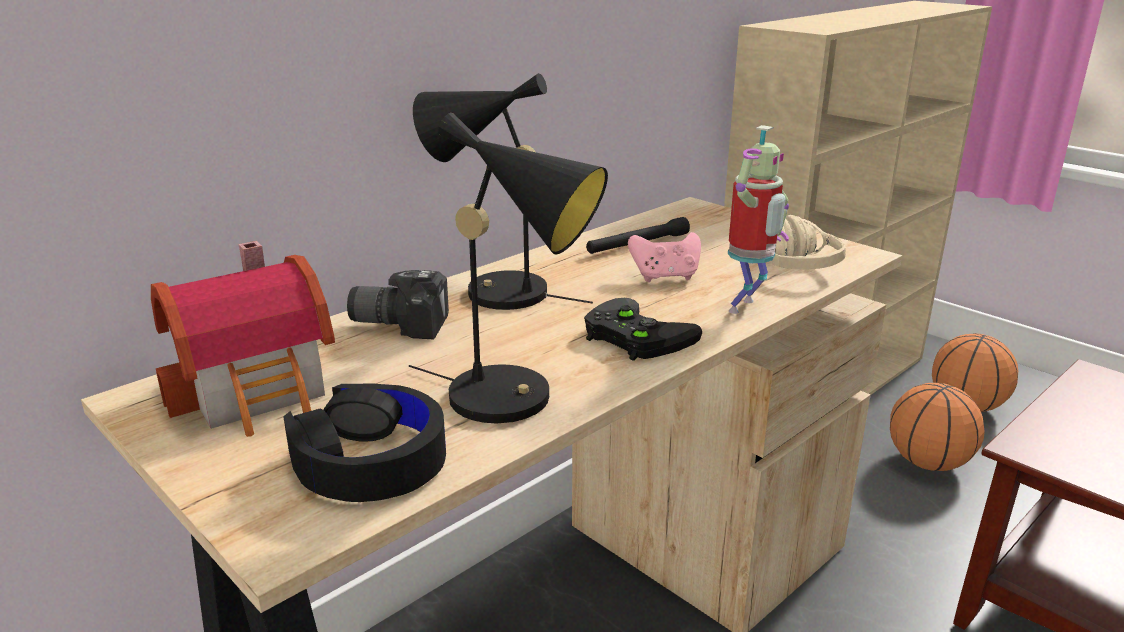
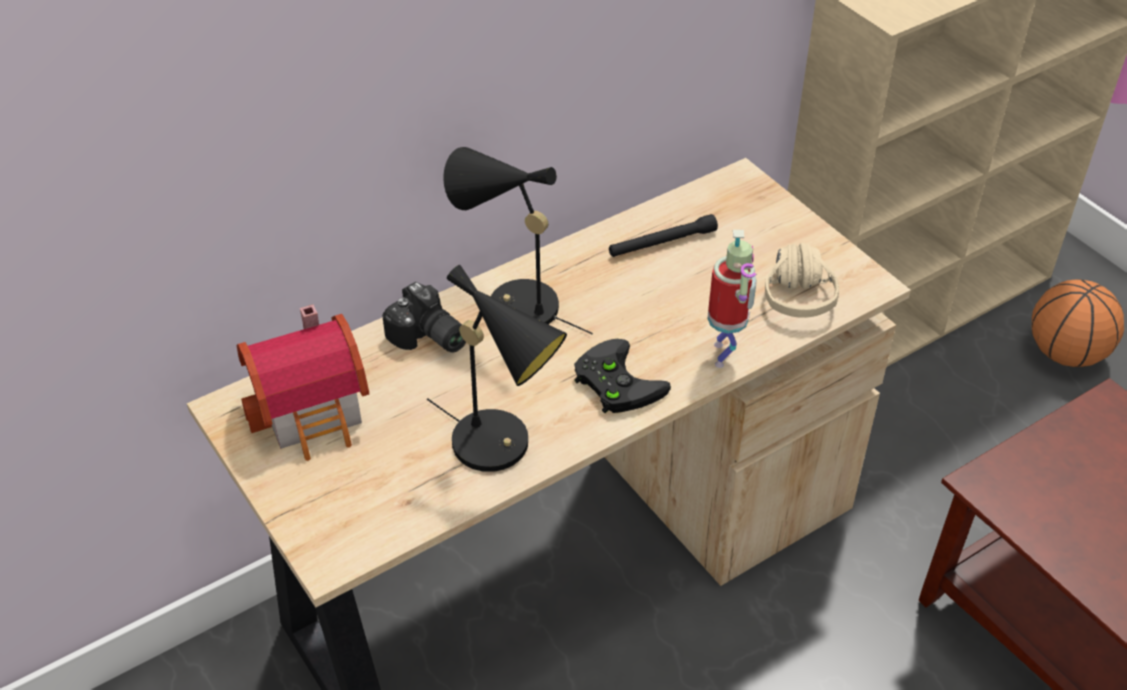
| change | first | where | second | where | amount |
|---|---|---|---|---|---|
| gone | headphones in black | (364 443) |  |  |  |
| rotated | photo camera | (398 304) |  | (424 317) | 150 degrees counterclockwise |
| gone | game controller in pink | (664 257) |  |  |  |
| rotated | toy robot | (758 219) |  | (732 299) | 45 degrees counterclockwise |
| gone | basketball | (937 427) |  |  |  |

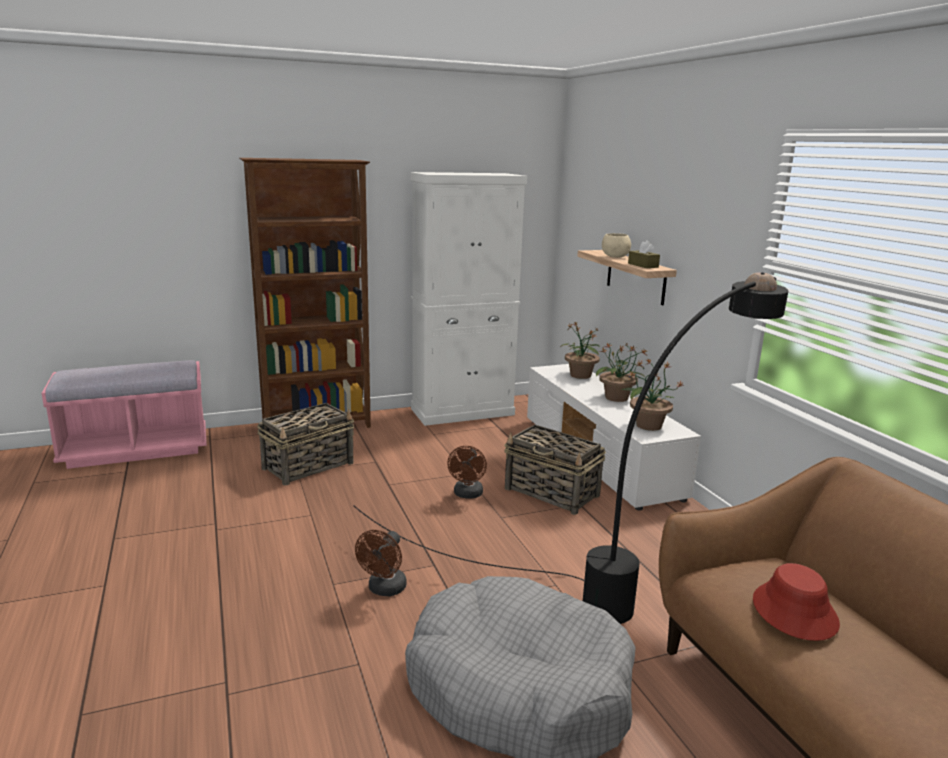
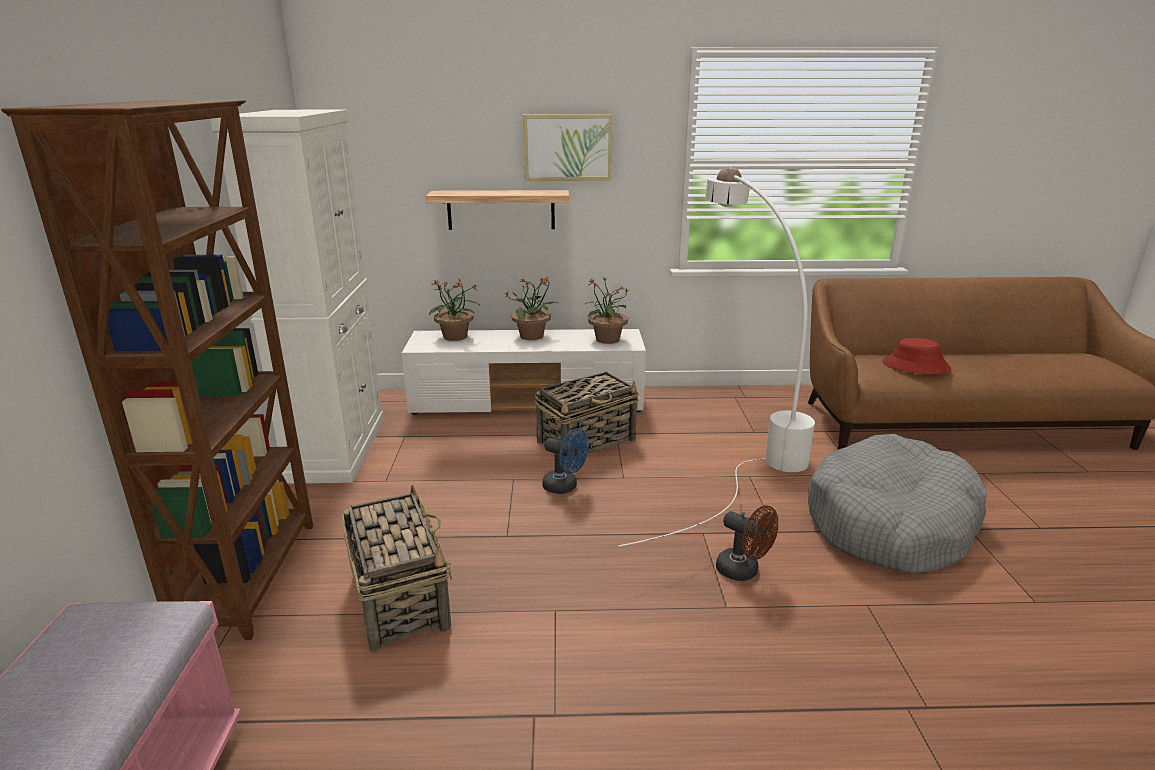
| change | first | where | second | where | amount |
|---|---|---|---|---|---|
| repainted | floor lamp in black | (570 448) | floor lamp in white | (716 357) |  |
| repainted | fan in brown | (467 472) | fan in blue | (565 461) |  |
| gone | bowl in beige | (616 245) |  |  |  |
| gone | tissue box in brown | (644 254) |  |  |  |
| new |  |  | picture | (568 147) |  |

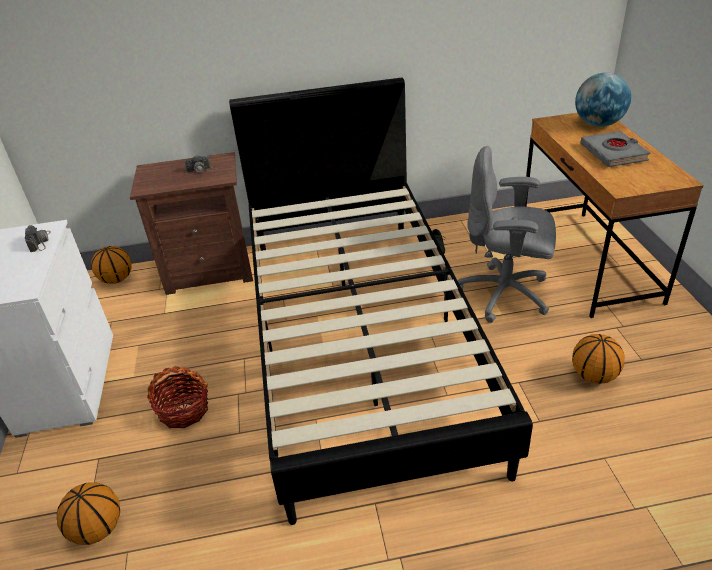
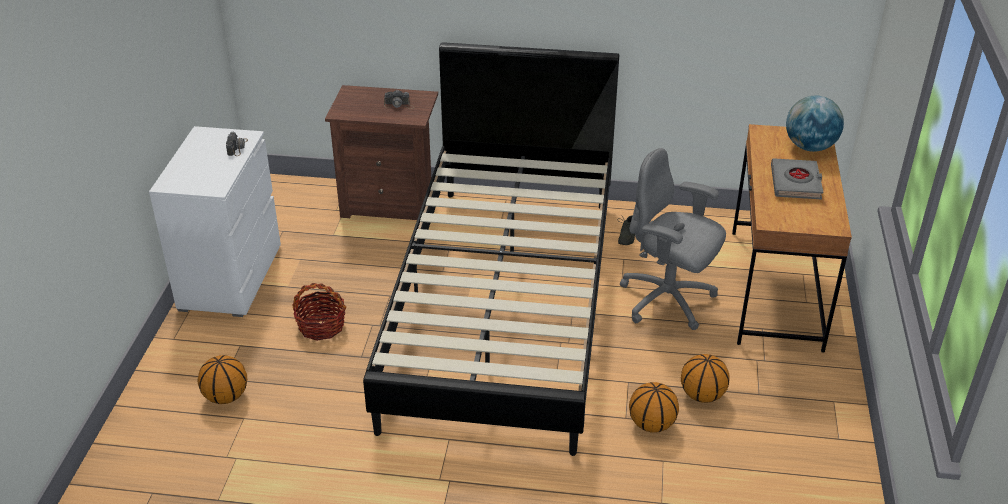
| change | first | where | second | where | amount |
|---|---|---|---|---|---|
| shifted | basketball | (111 265) |  | (654 407) |  |

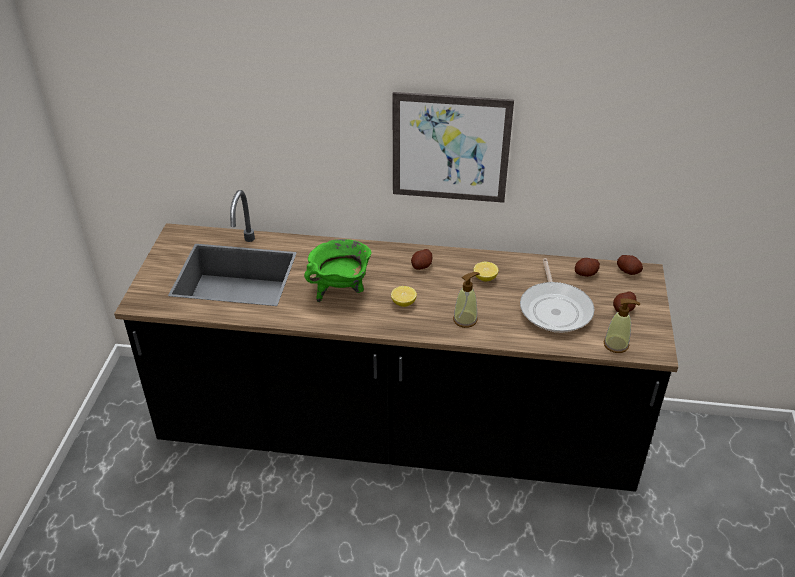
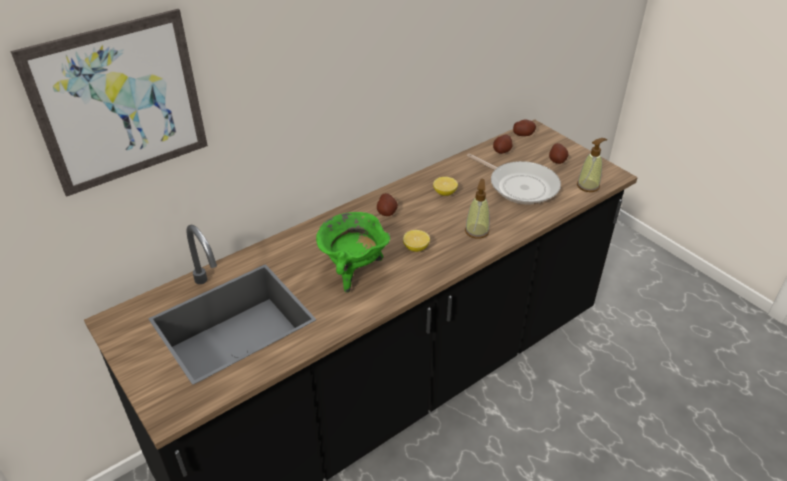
| change | first | where | second | where | amount |
|---|---|---|---|---|---|
| shifted | picture | (453 147) |  | (109 103) |  |

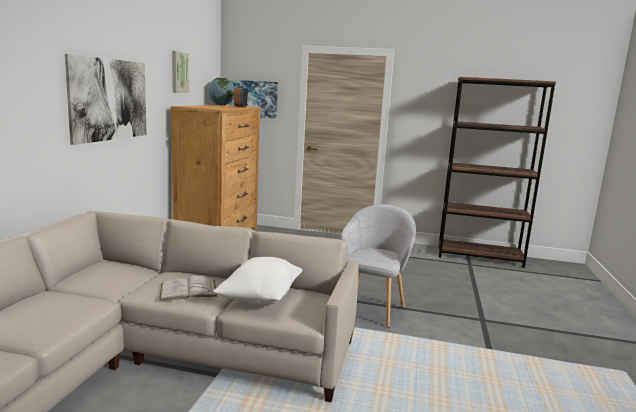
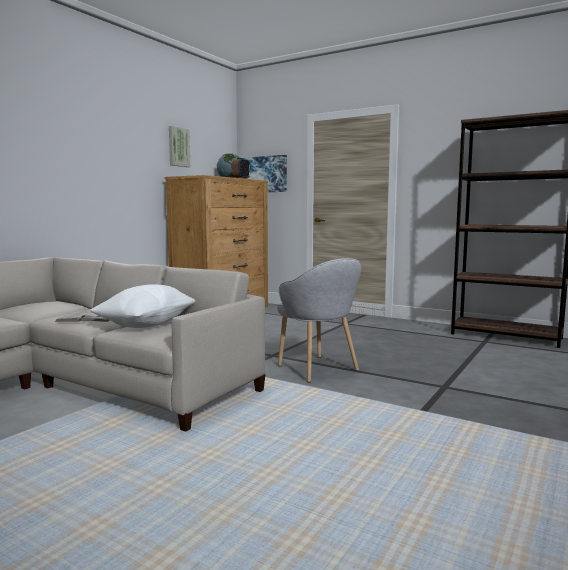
| change | first | where | second | where | amount |
|---|---|---|---|---|---|
| gone | picture | (106 99) |  |  |  |
| rotated | armchair in grey | (378 266) |  | (319 320) | 105 degrees clockwise |

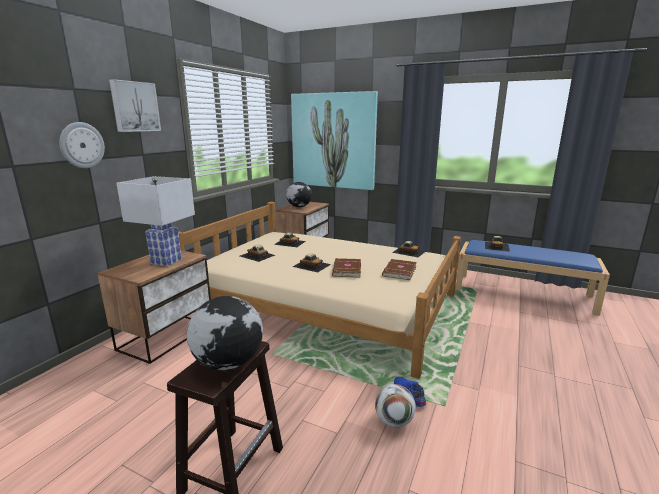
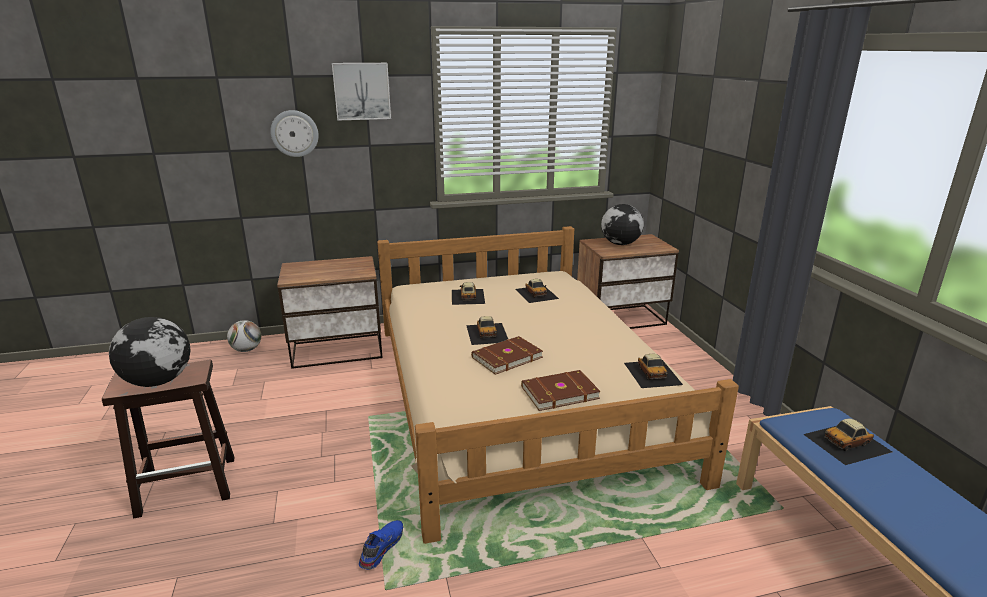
| change | first | where | second | where | amount |
|---|---|---|---|---|---|
| gone | table lamp in white | (155 221) |  |  |  |
| gone | picture | (334 140) |  |  |  |
| shifted | football | (395 405) |  | (244 336) |  |

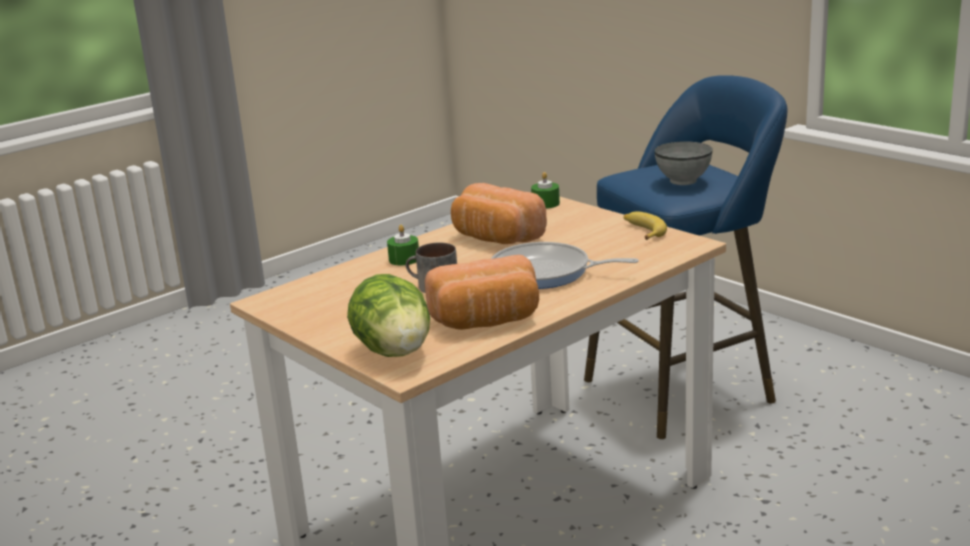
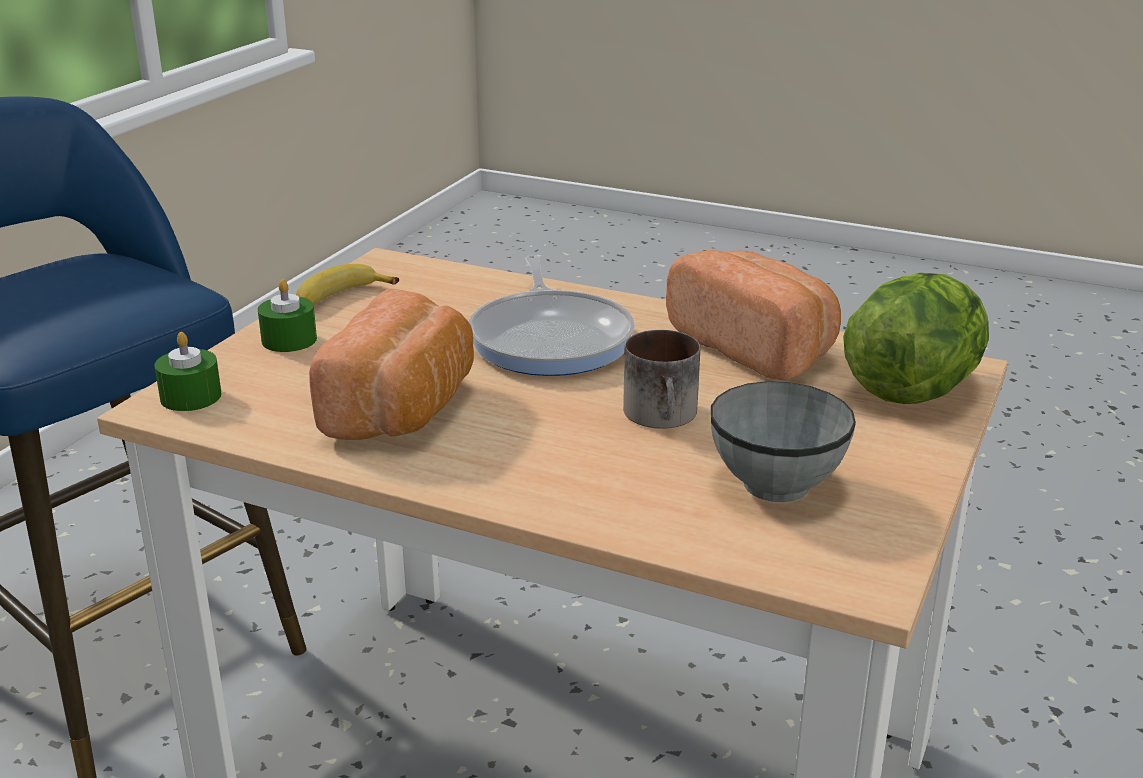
| change | first | where | second | where | amount |
|---|---|---|---|---|---|
| shifted | candle in green | (403 245) |  | (287 315) |  |
| shifted | bowl in grey | (683 163) |  | (783 441) |  |

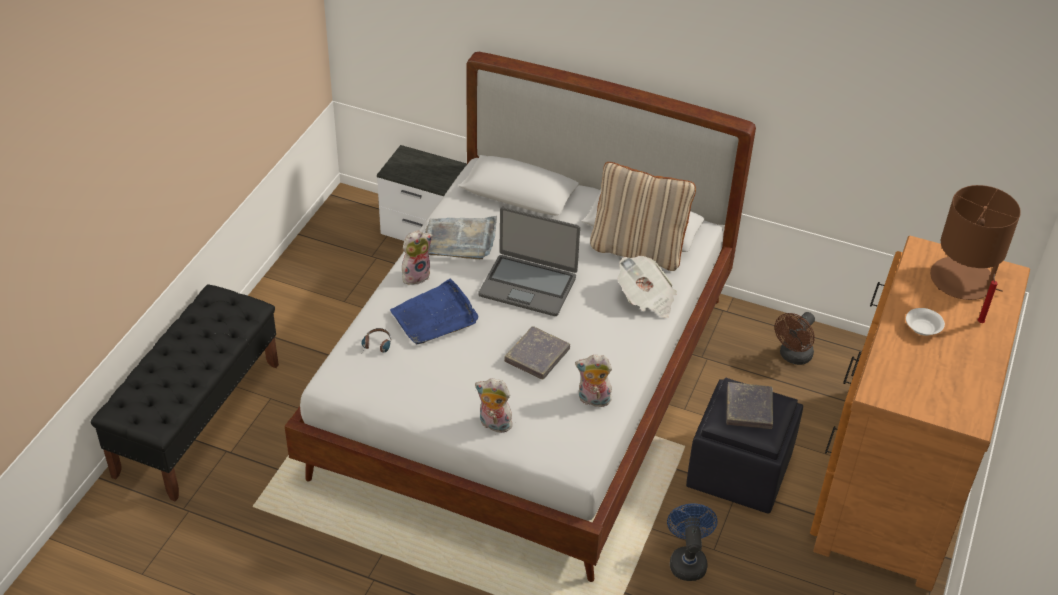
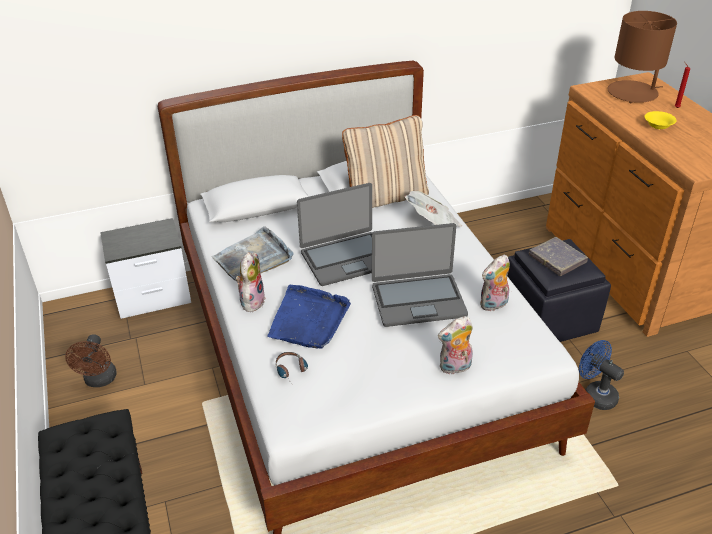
| change | first | where | second | where | amount |
|---|---|---|---|---|---|
| swapped | book in grey | (537 352) | laptop | (420 275) |  |
| shifted | fan in brown | (795 338) |  | (91 360) |  |
| repainted | bowl in white | (925 322) | bowl in yellow | (661 120) |  |

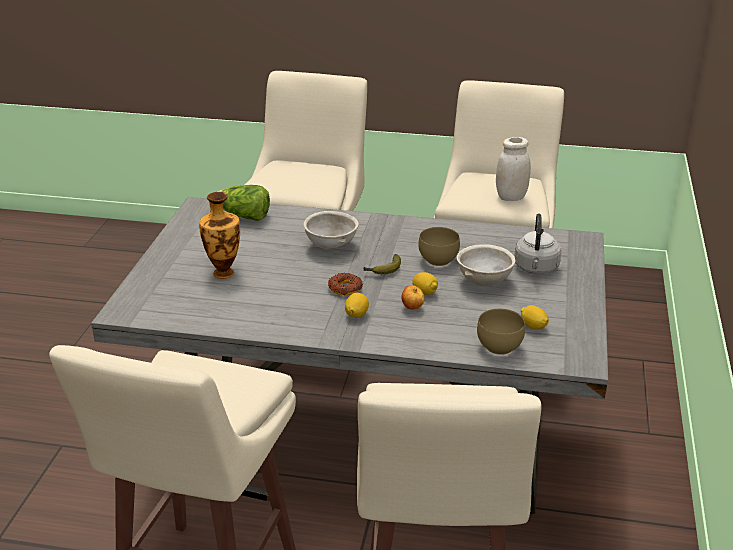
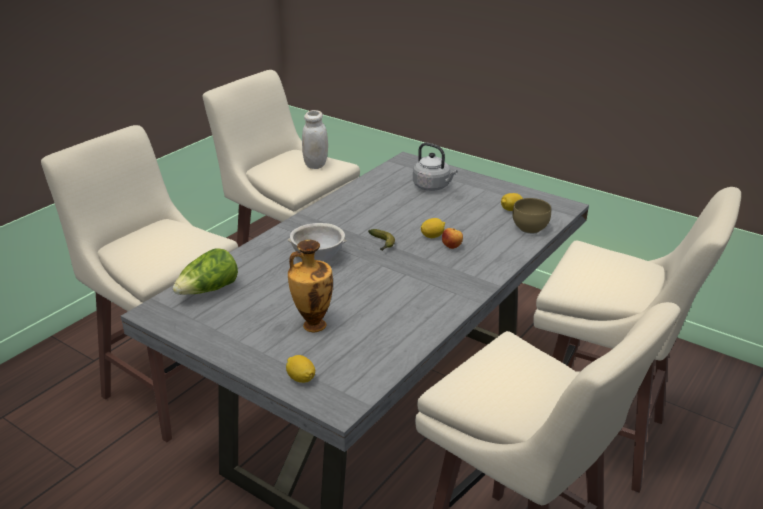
| change | first | where | second | where | amount |
|---|---|---|---|---|---|
| gone | donut | (345 284) |  |  |  |
| shifted | lemon | (357 305) |  | (300 369) |  |
| gone | bowl in brown | (439 246) |  |  |  |
| gone | bowl in grey | (486 265) |  |  |  |

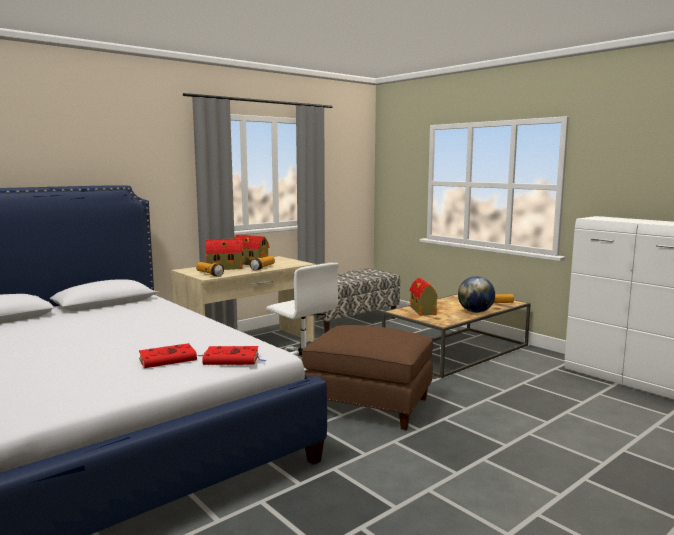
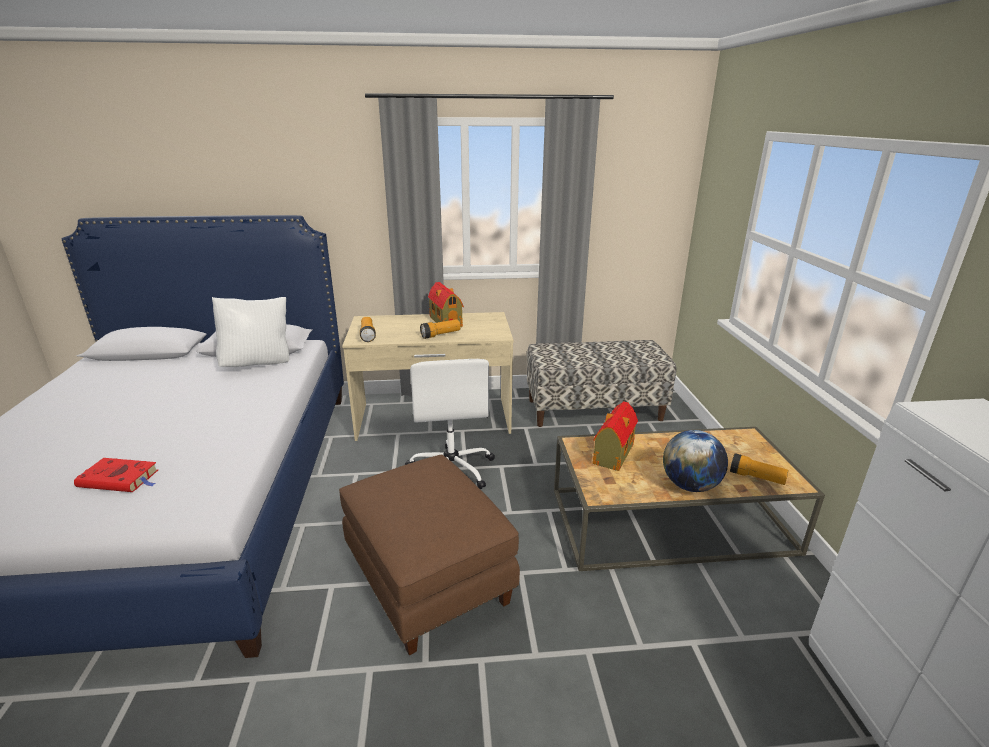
| change | first | where | second | where | amount |
|---|---|---|---|---|---|
| gone | book in red | (234 355) |  |  |  |
| gone | toy house | (224 254) |  |  |  |
| new |  |  | pillow in white | (250 332) |  |

